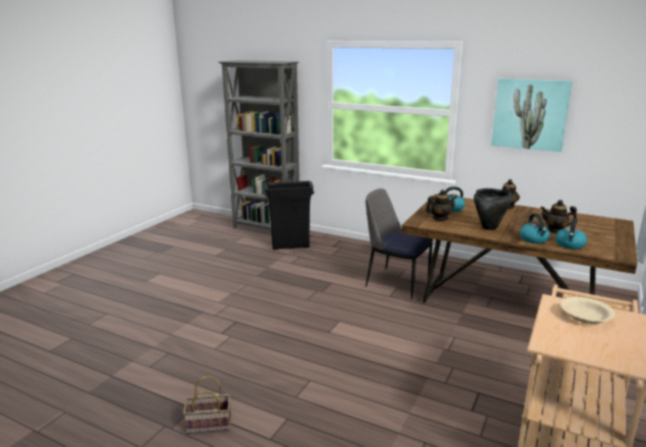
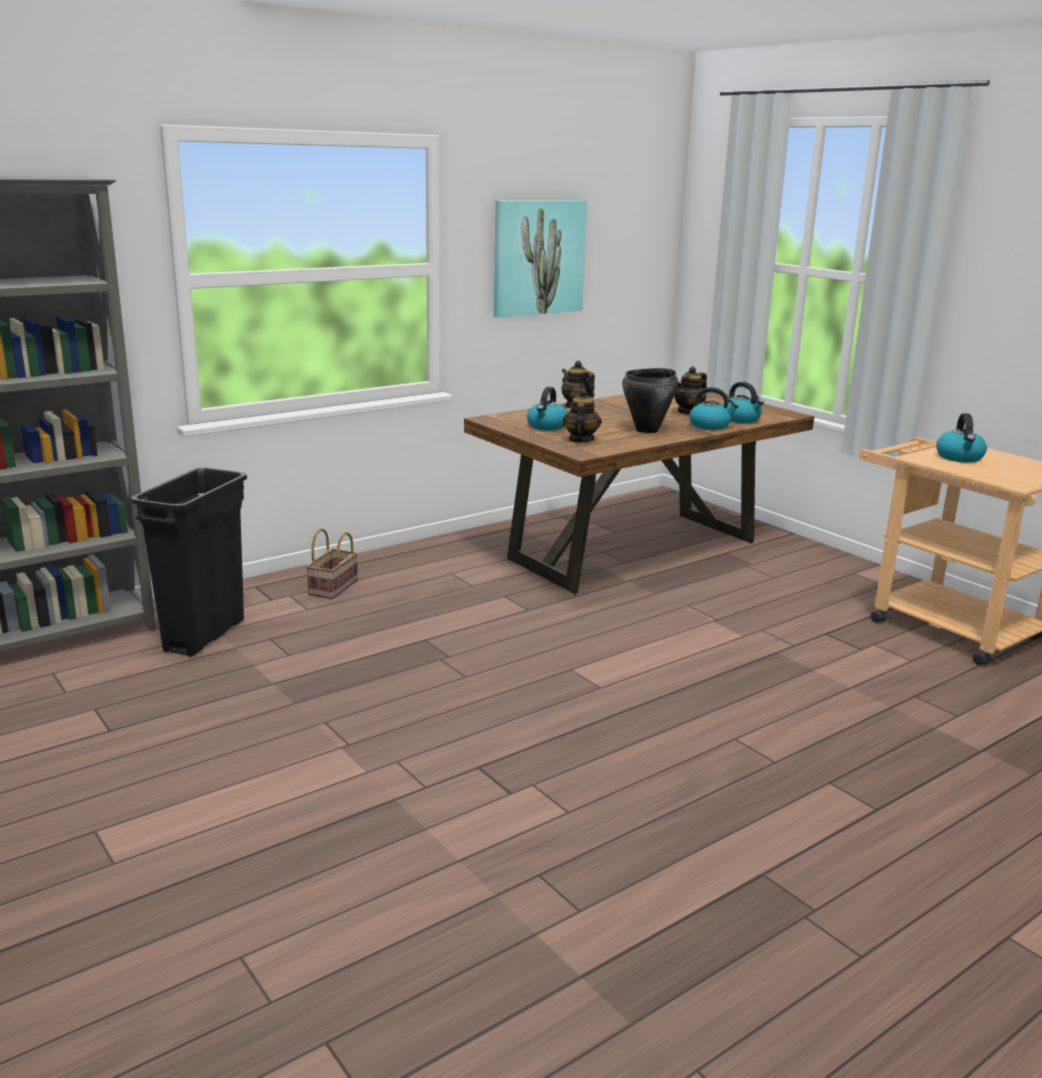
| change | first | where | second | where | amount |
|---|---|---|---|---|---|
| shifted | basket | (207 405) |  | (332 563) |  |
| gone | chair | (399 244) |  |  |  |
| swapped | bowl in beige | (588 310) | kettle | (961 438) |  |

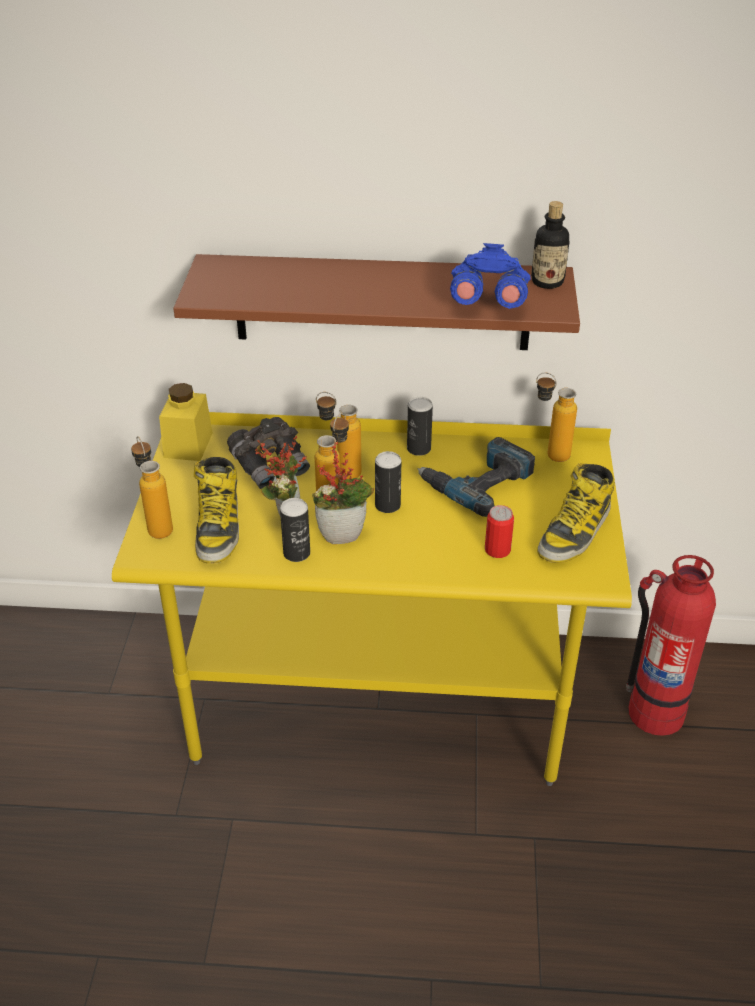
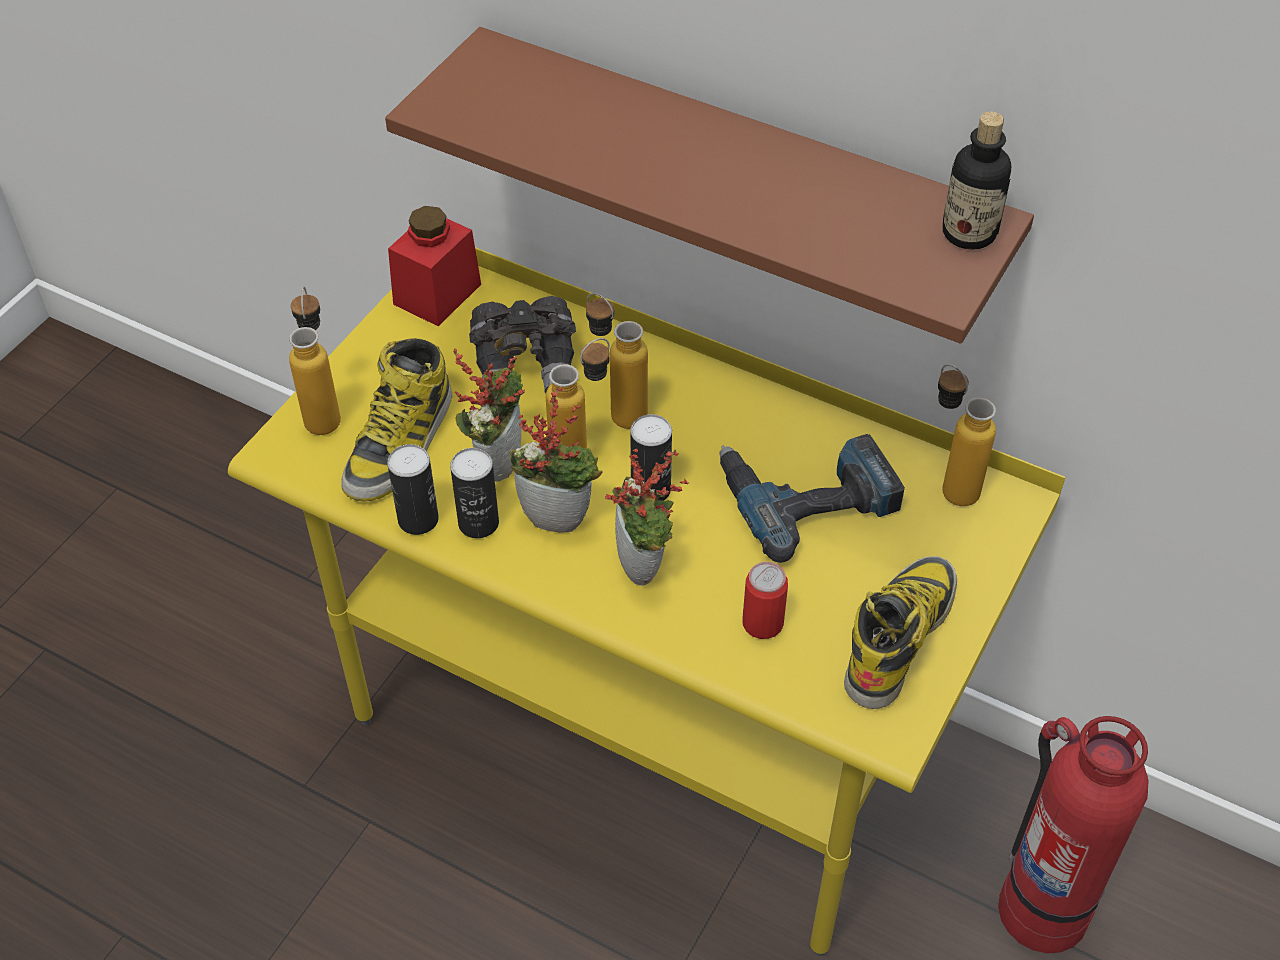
| change | first | where | second | where | amount |
|---|---|---|---|---|---|
| repainted | jar in yellow | (186 422) | jar in red | (434 266) |  |
| shifted | can | (420 426) |  | (413 489) |  |
| gone | binoculars in blue | (490 276) |  |  |  |
| rotated | boot | (575 513) |  | (900 632) | 150 degrees clockwise |
| new |  |  | potted plant | (647 517) |  |

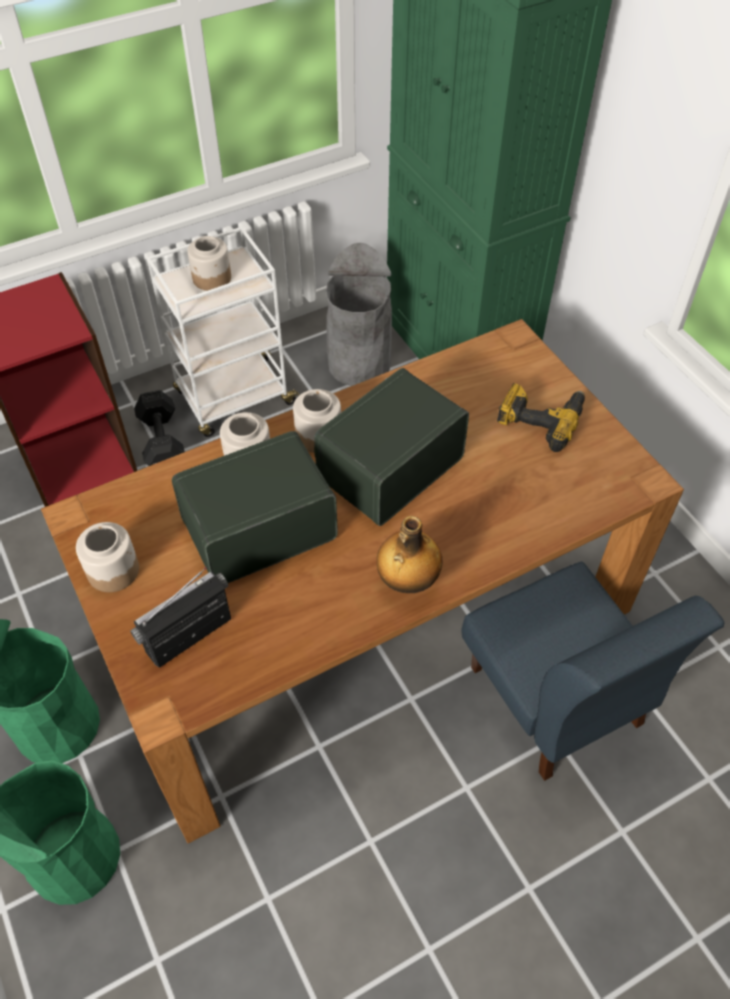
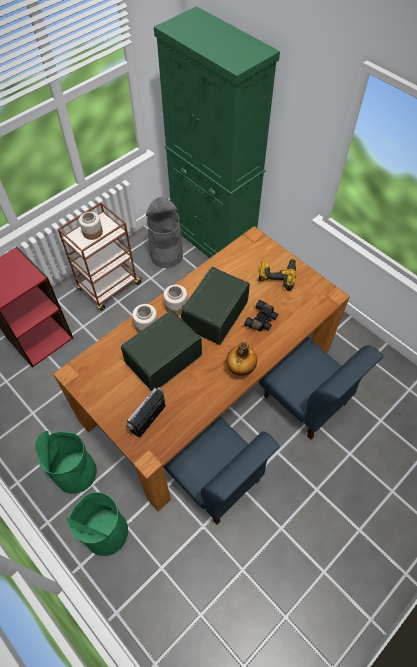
| change | first | where | second | where | amount |
|---|---|---|---|---|---|
| gone | jar | (107 557) |  |  |  |
| gone | dumbbell in black | (159 428) |  |  |  |
| repainted | cart in white | (223 332) | cart in brown | (100 256) |  |
| new |  |  | chair in blue | (221 470) |  |
| new |  |  | binoculars in black | (261 315) |  |

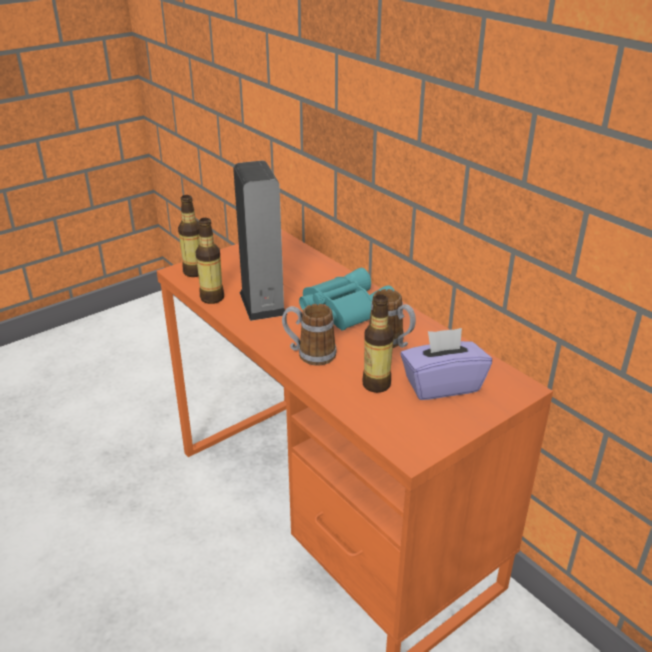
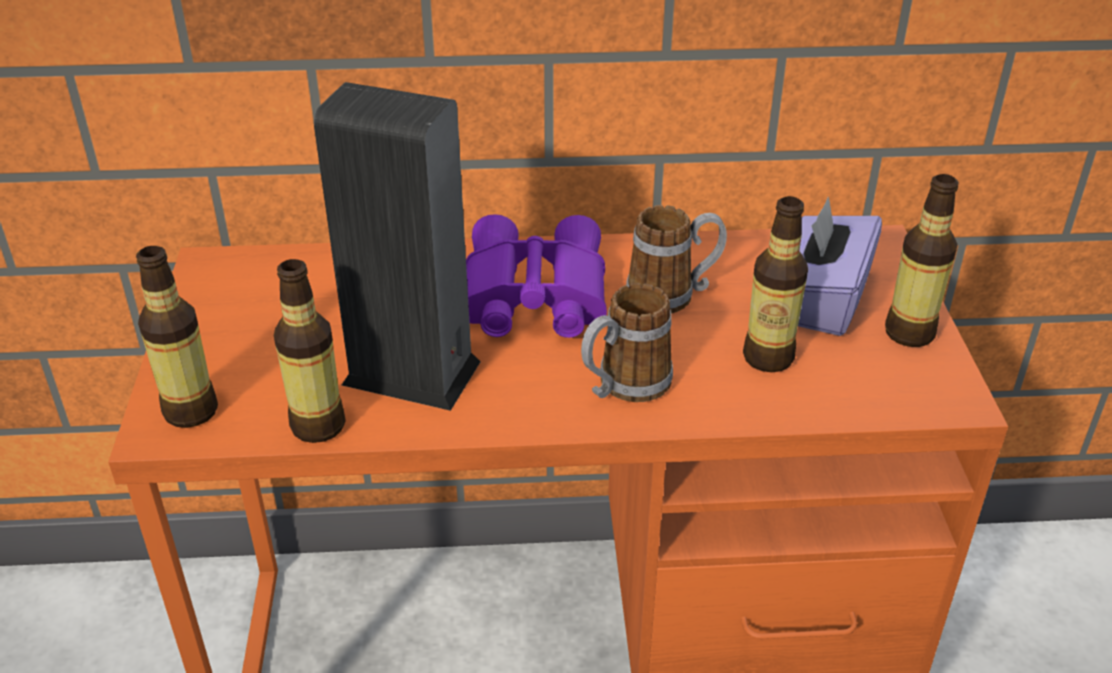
| change | first | where | second | where | amount |
|---|---|---|---|---|---|
| repainted | binoculars in turquoise | (346 299) | binoculars in purple | (536 276) |  |
| new |  |  | bottle | (922 260) |  |

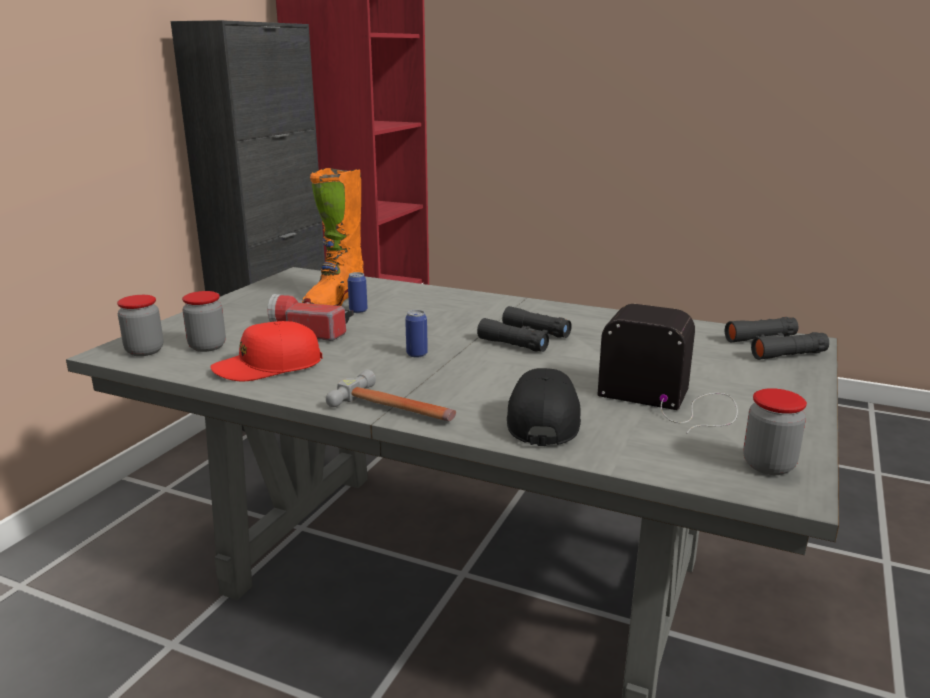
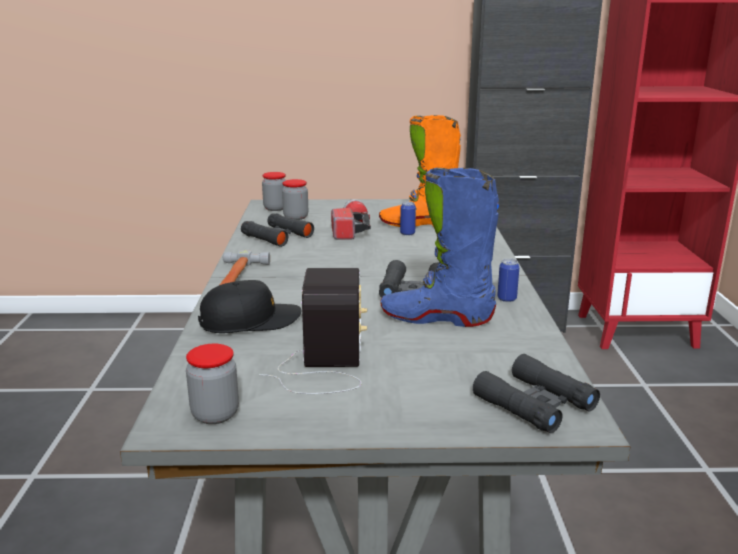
| change | first | where | second | where | amount |
|---|---|---|---|---|---|
| swapped | cap in red | (266 351) | binoculars in black | (277 230) |  |
| shifted | can | (416 334) |  | (508 280) |  |
| new |  |  | boot in blue | (440 247) |  |

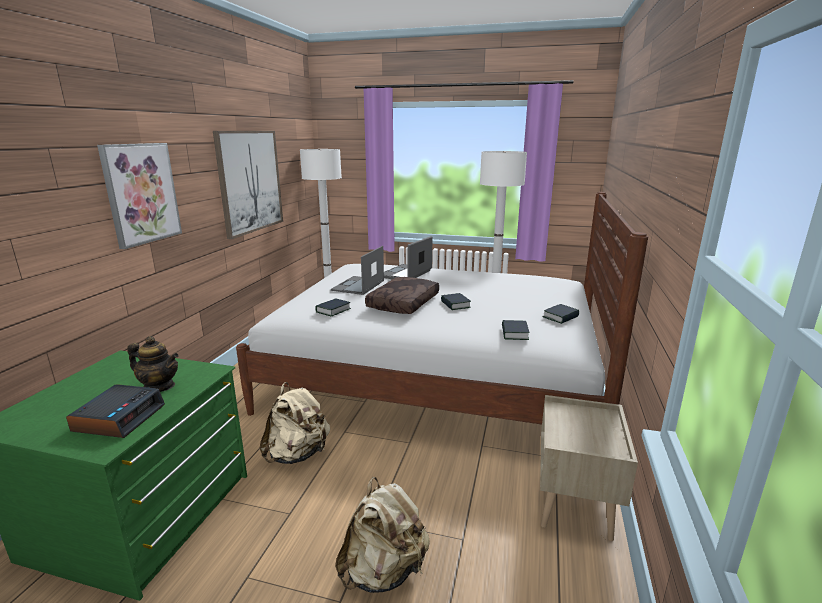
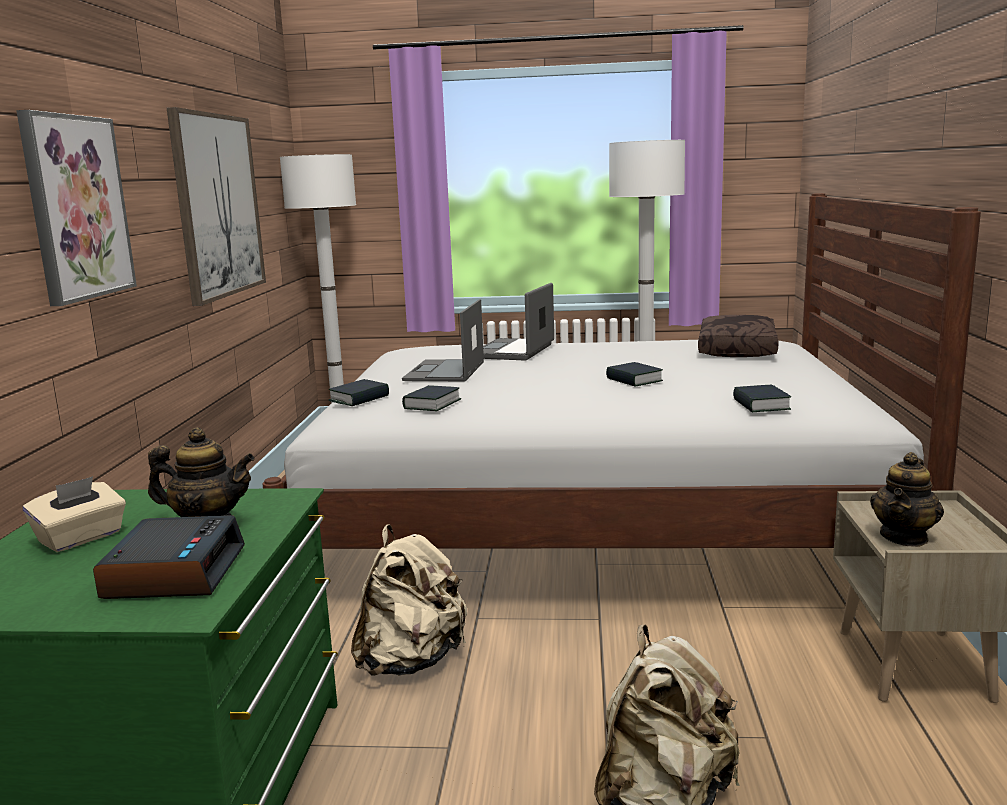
| change | first | where | second | where | amount |
|---|---|---|---|---|---|
| shifted | pillow in brown | (402 295) |  | (738 336) |  |
| shifted | book | (561 314) |  | (359 392) |  |
| new |  |  | tissue box in beige | (74 514) |  |
| new |  |  | teapot | (907 499) |  |

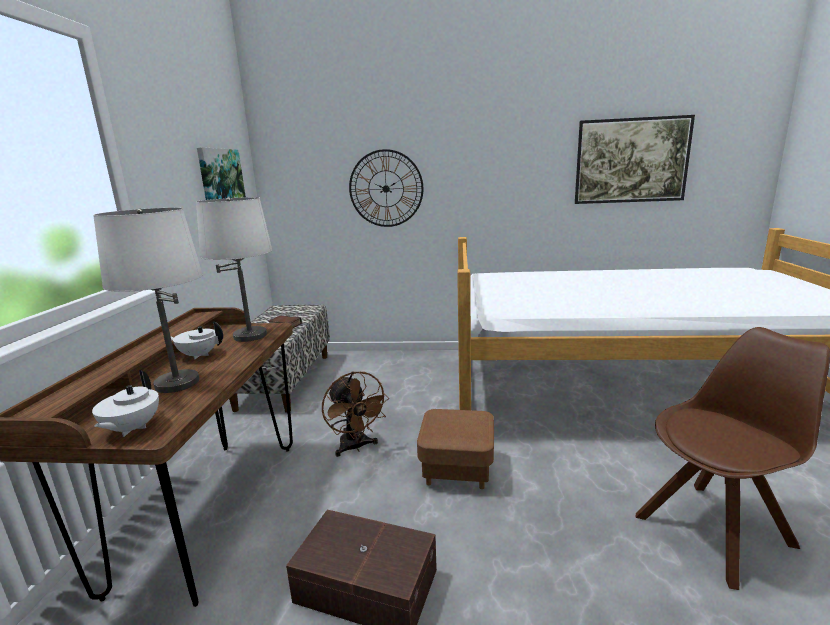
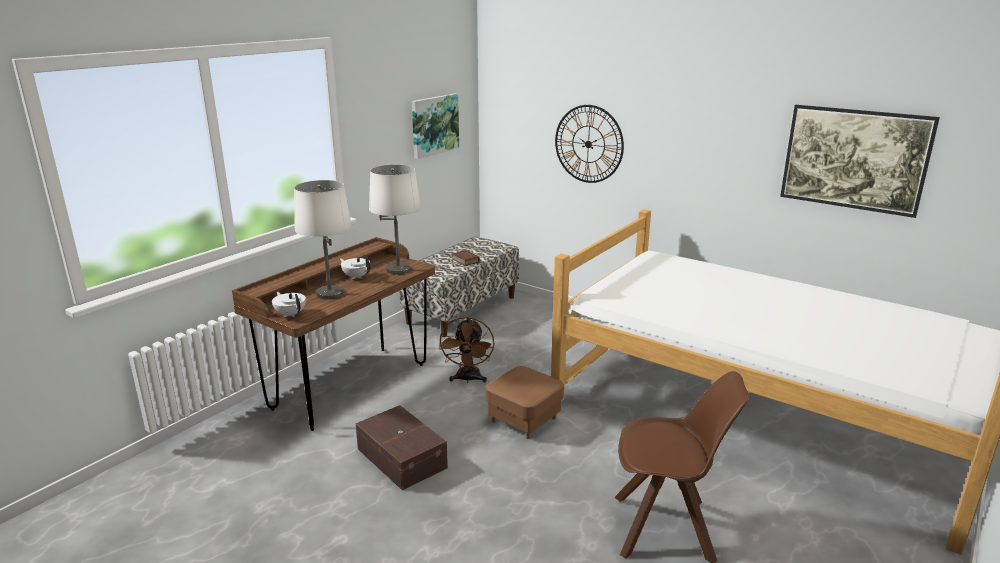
| change | first | where | second | where | amount |
|---|---|---|---|---|---|
| rotated | teapot in white | (125 404) |  | (289 304) | 105 degrees clockwise |

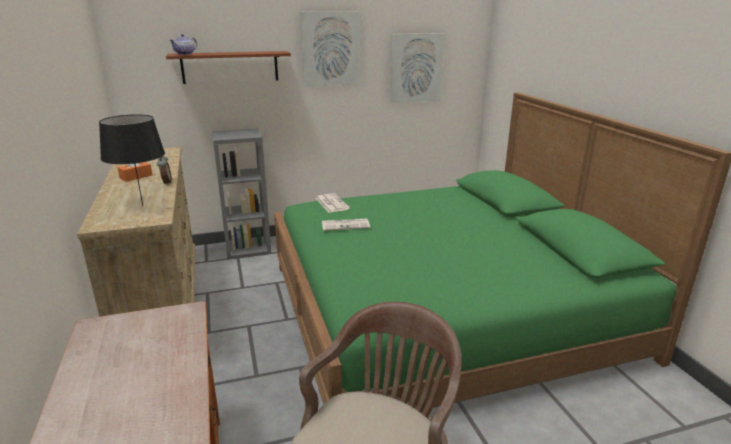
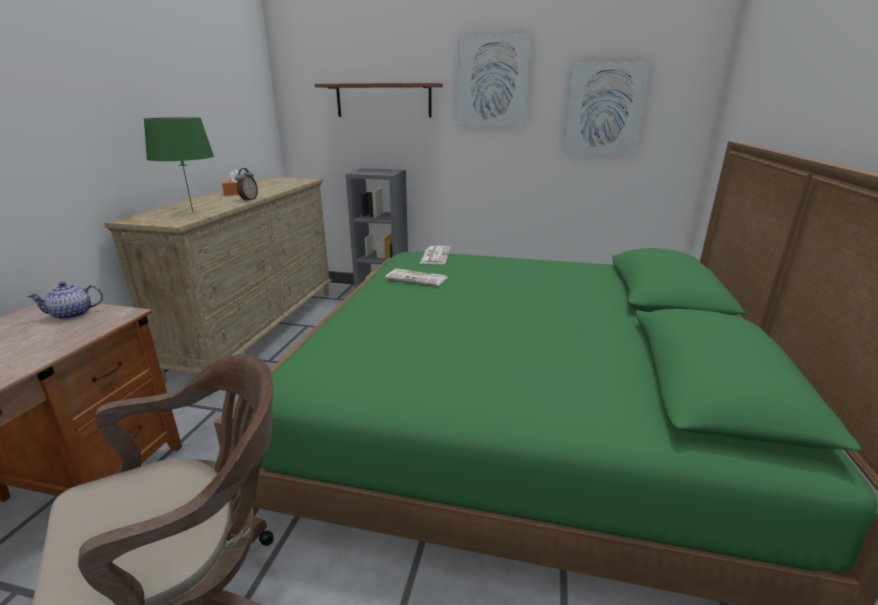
| change | first | where | second | where | amount |
|---|---|---|---|---|---|
| repainted | table lamp in black | (132 160) | table lamp in green | (178 164) |  |
| shifted | teapot | (183 44) |  | (65 301) |  |

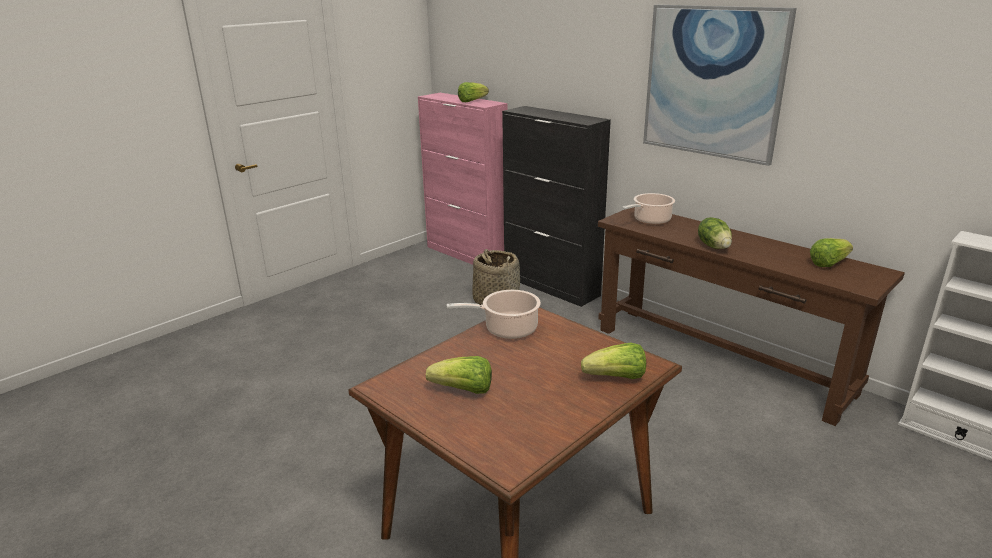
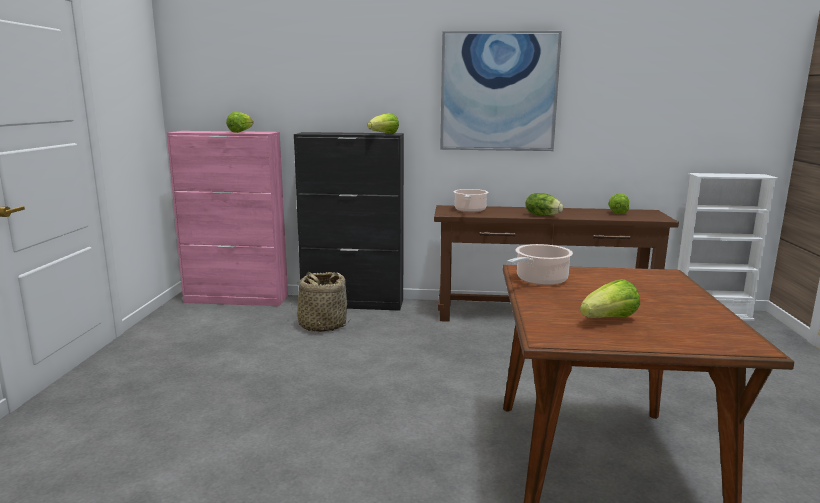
| change | first | where | second | where | amount |
|---|---|---|---|---|---|
| shifted | lettuce | (613 361) |  | (383 123) |  |

